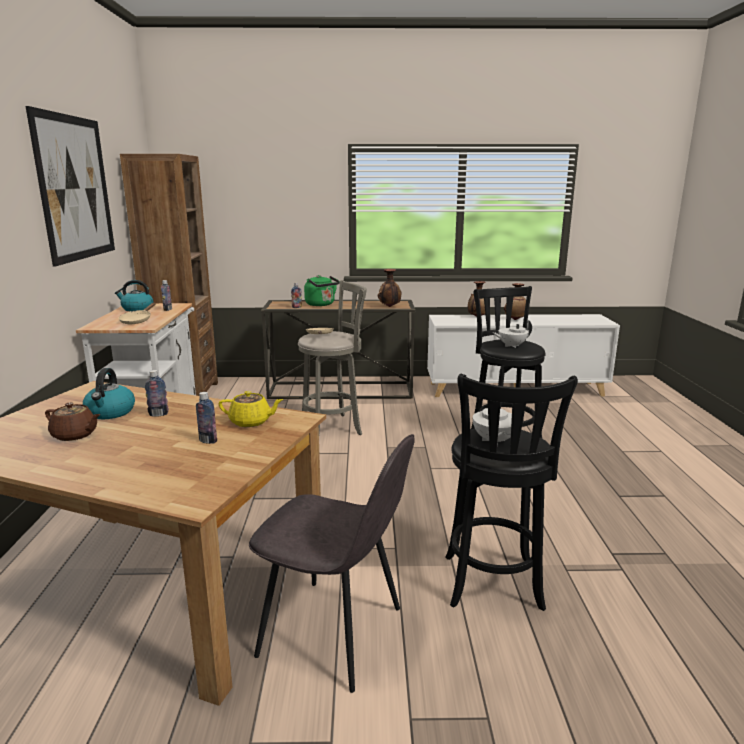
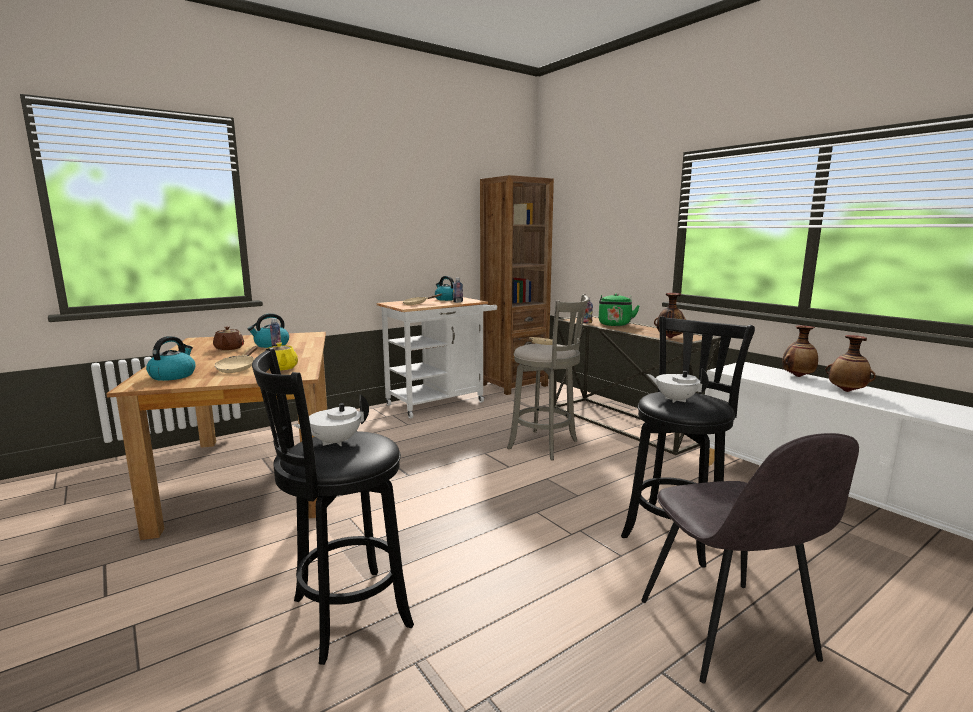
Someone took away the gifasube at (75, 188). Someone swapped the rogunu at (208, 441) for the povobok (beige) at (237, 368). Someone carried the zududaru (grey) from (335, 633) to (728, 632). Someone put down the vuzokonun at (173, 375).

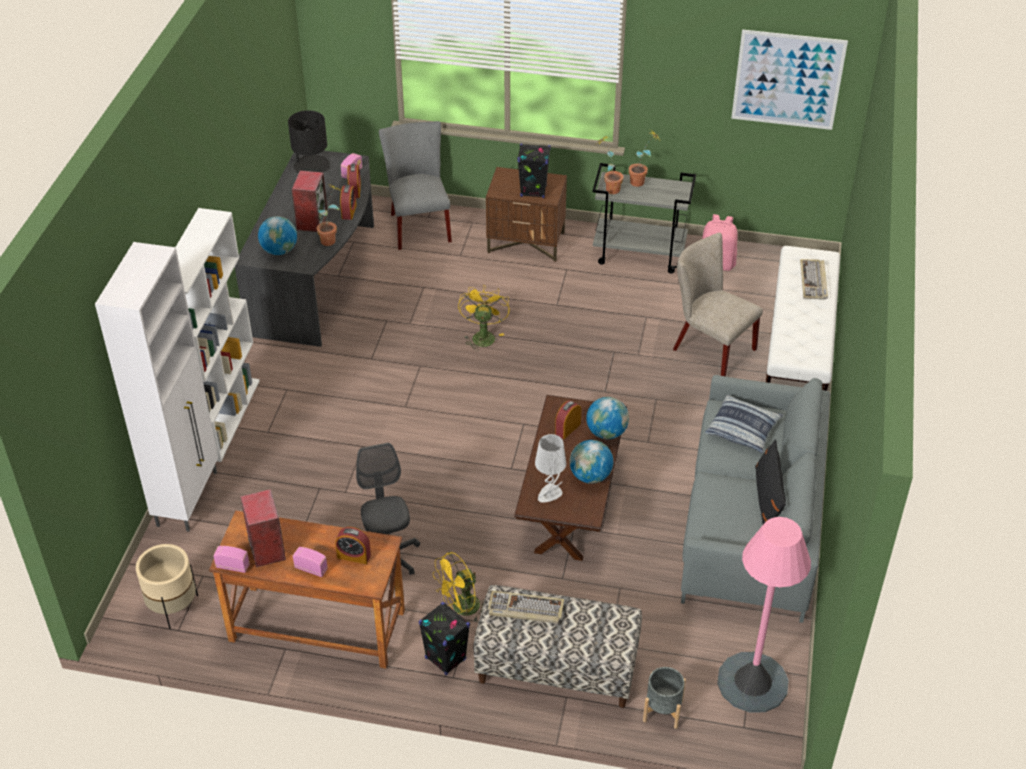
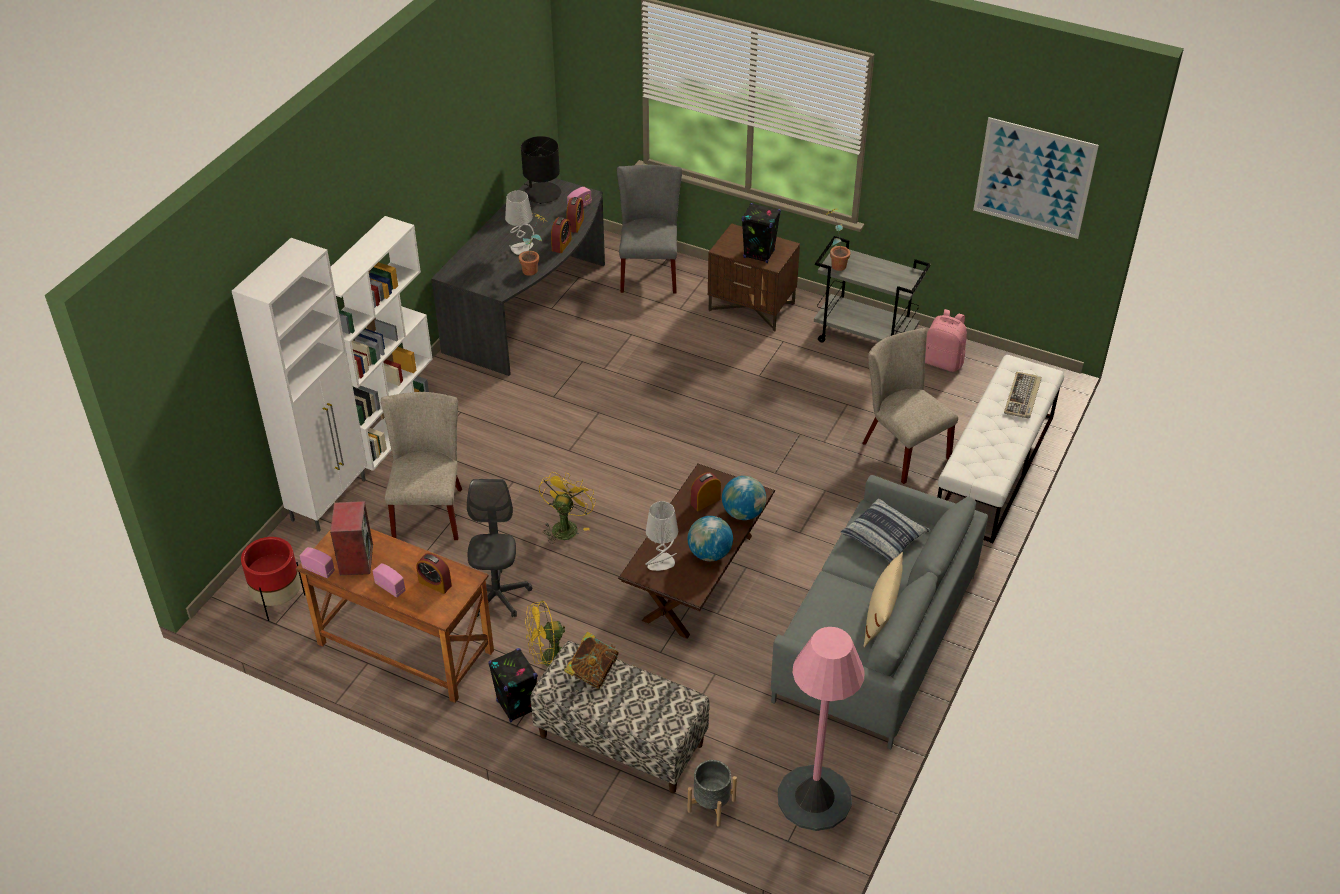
Someone took away the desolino at (641, 182). Someone swapped the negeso at (312, 221) for the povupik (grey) at (522, 248). Someone took away the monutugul at (279, 250). Someone carried the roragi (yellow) from (483, 335) to (566, 526). Someone repainted the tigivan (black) at (767, 499), which became the tigivan (beige) at (881, 613). Someone repainted the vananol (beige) at (173, 607), which became the vananol (red) at (278, 601). Someone swapped the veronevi at (525, 609) for the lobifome at (592, 672). Someone put down the zududaru (beige) at (429, 509).

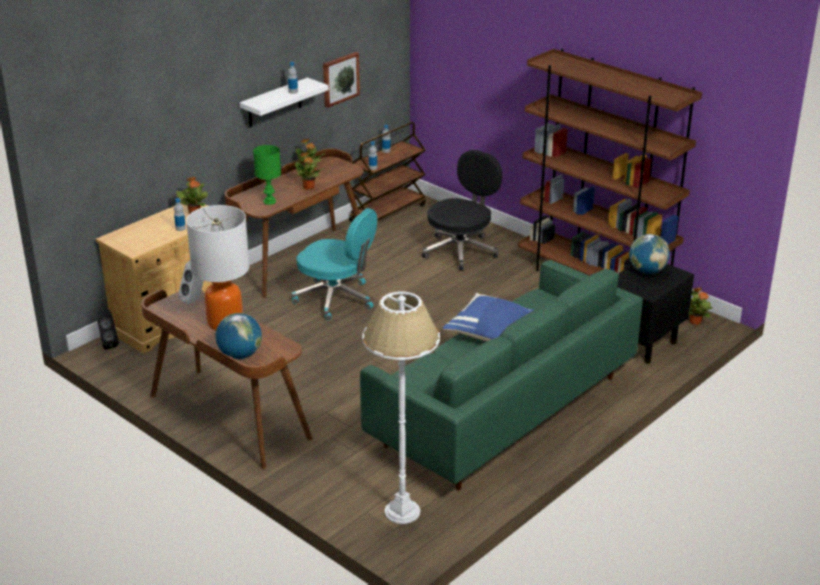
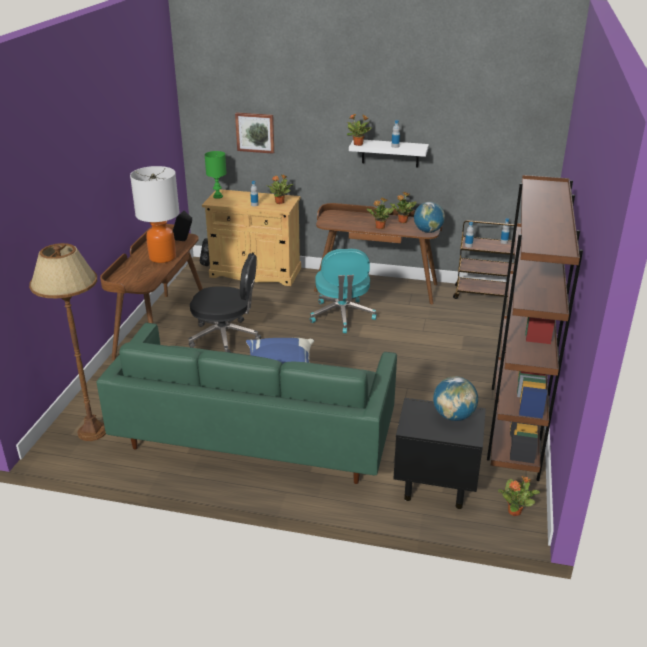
Someone carried the gifasube from (340, 79) to (255, 132). Someone carried the povupik (green) from (269, 201) to (218, 196). Someone carried the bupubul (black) from (461, 251) to (226, 337). Someone repainted the negeso (white) at (195, 300), which became the negeso (black) at (183, 241). Someone repainted the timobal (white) at (401, 512), which became the timobal (brown) at (92, 431). Someone carried the monutugul from (240, 355) to (428, 231). Someone put down the desolino at (358, 144).

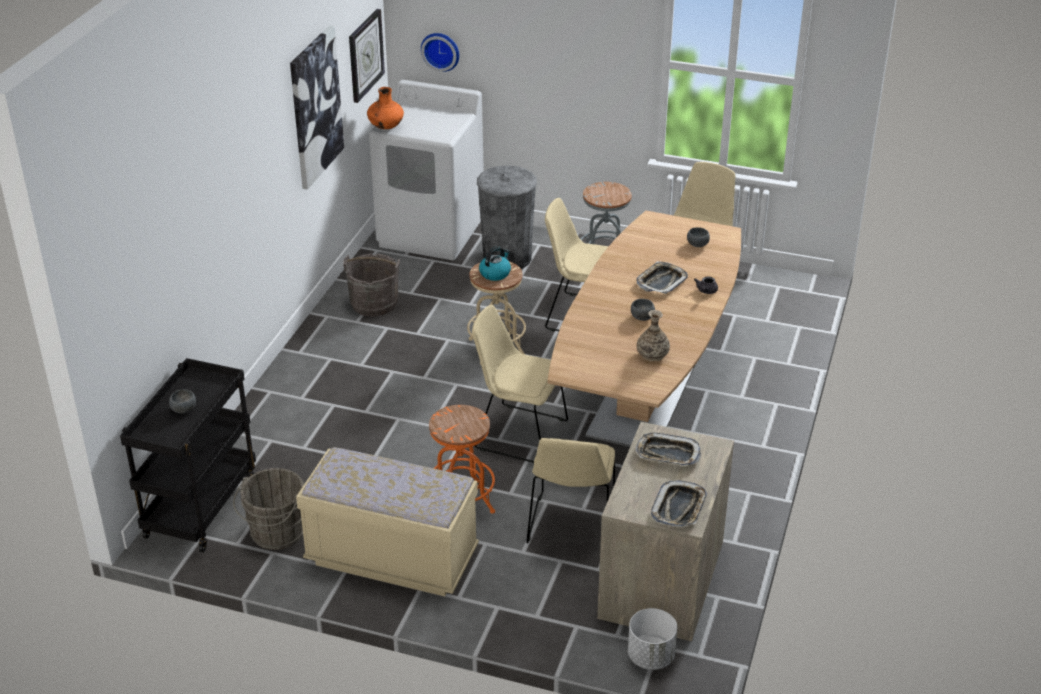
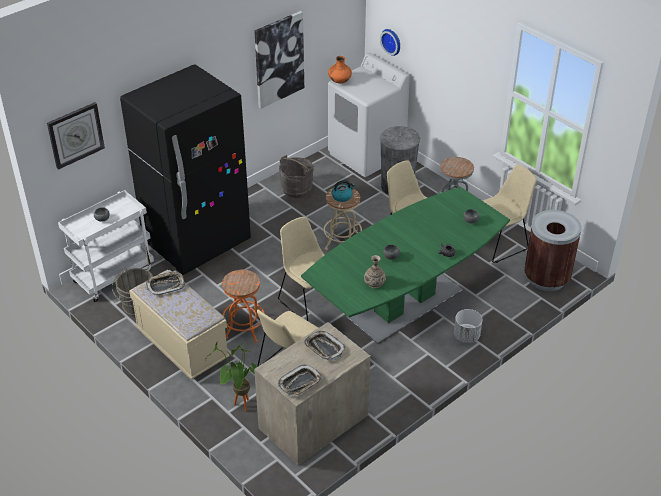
Someone carried the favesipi from (365, 55) to (75, 135). Someone repainted the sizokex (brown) at (645, 393), which became the sizokex (green) at (404, 304). Someone carried the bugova from (661, 281) to (165, 285). Someone repainted the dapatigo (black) at (200, 506), which became the dapatigo (white) at (113, 275). Someone carried the vananol (white) from (651, 656) to (466, 336). Someone put down the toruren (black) at (197, 242). Someone put down the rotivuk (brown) at (546, 278). Someone put down the desolino at (239, 407).

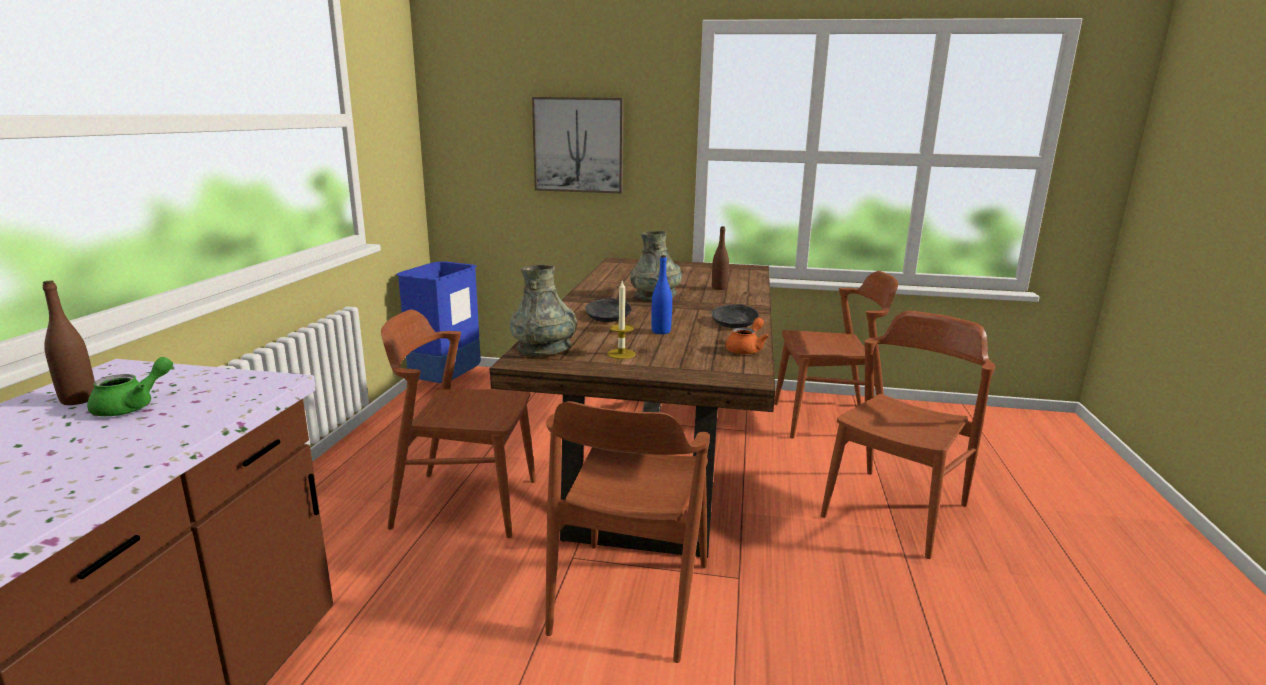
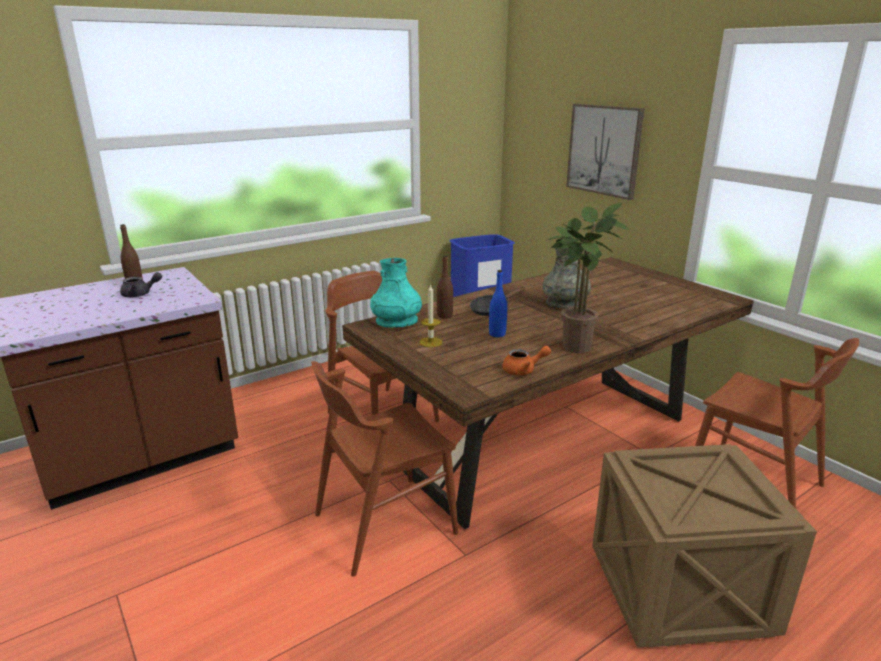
Someone carried the rogunu (brown) from (719, 288) to (444, 316). Someone repainted the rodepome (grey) at (544, 348), which became the rodepome (turquoise) at (397, 322). Someone swapped the povobok (black) at (735, 321) for the desolino at (575, 344). Someone swapped the zududaru (brown) at (895, 510) for the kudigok at (682, 589). Someone repainted the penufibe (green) at (133, 406), which became the penufibe (grey) at (140, 294).

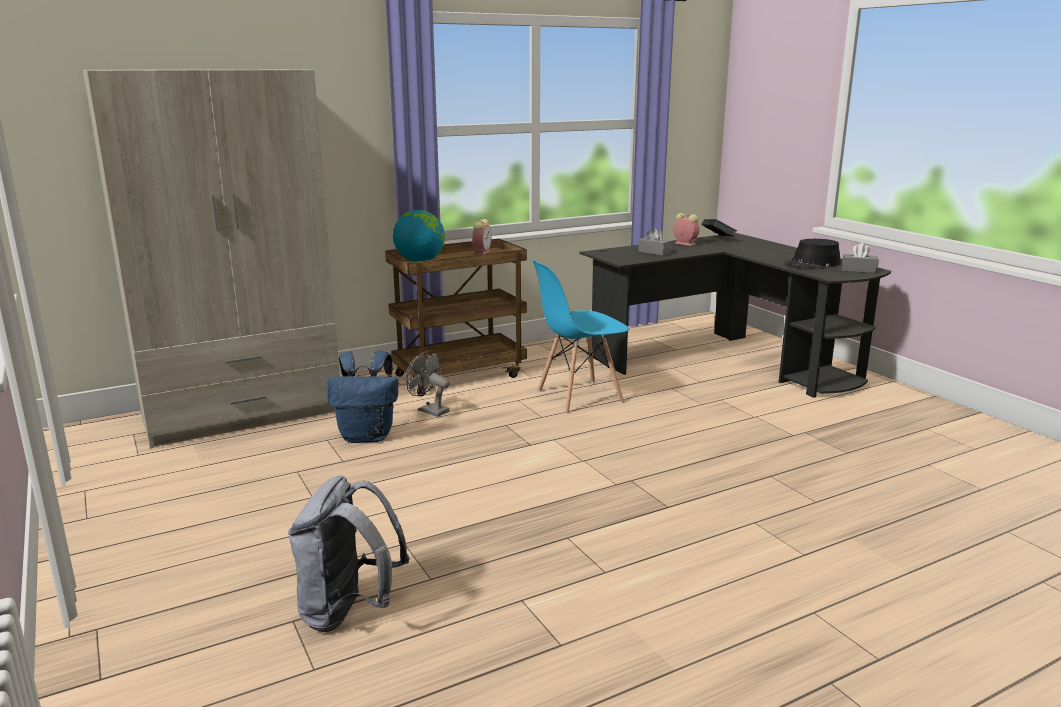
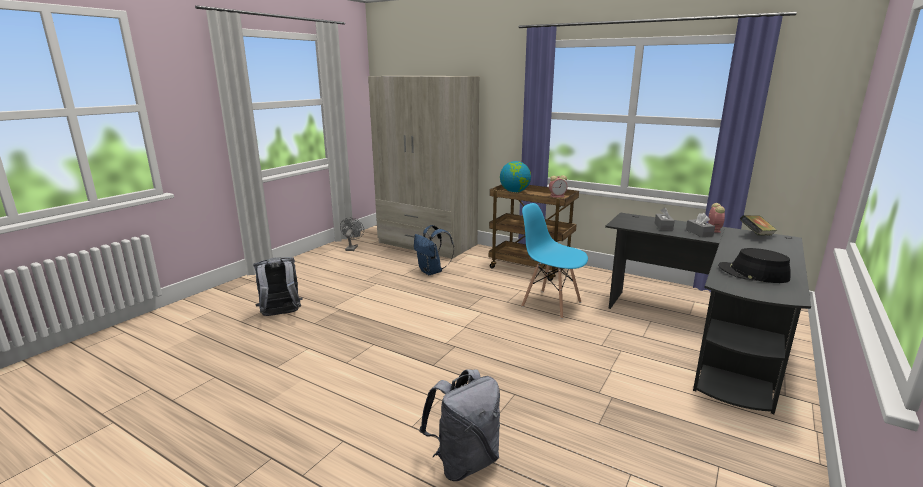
Someone carried the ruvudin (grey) from (859, 270) to (699, 233). Someone carried the roragi (grey) from (429, 410) to (352, 248). Someone put down the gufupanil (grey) at (464, 462).

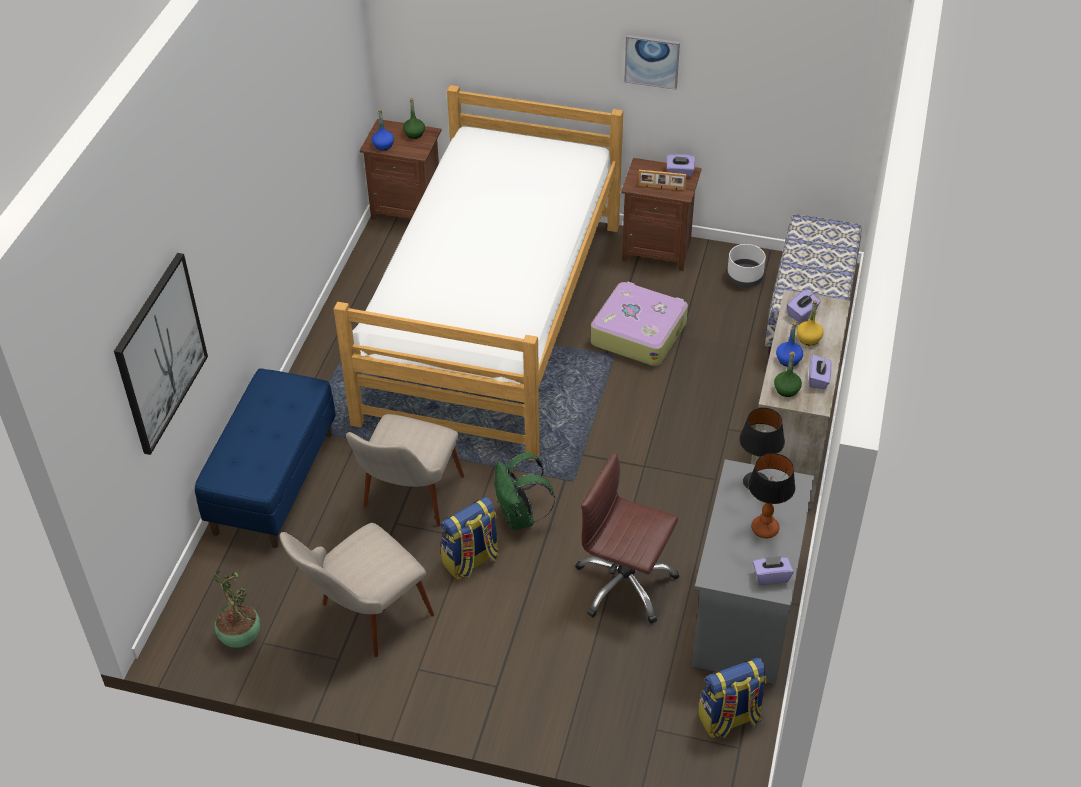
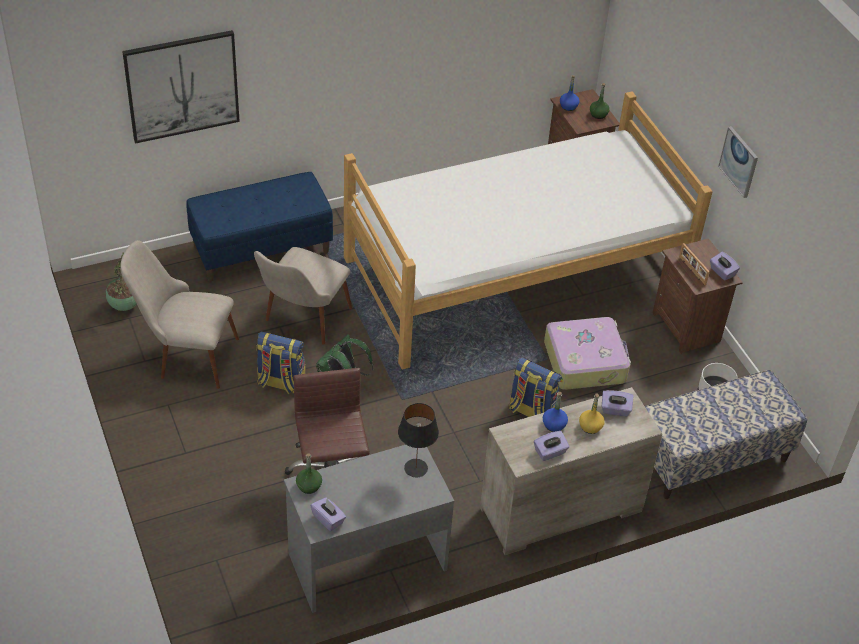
Someone carried the rogunu (green) from (786, 390) to (309, 486). Someone rotated the zududaru (beige) at (407, 504) by 45 degrees counterclockwise. Someone took away the povupik at (765, 529). Someone carried the gufupanil from (729, 719) to (531, 411).

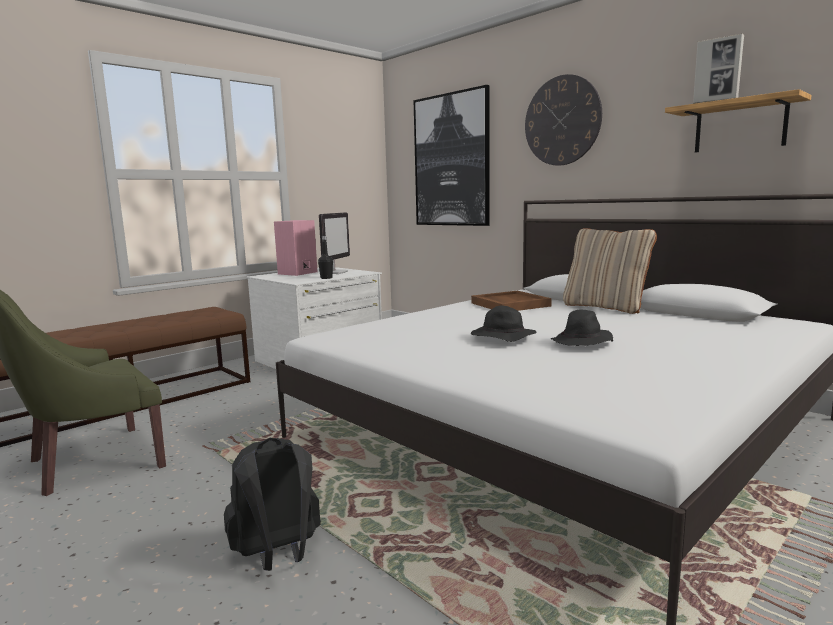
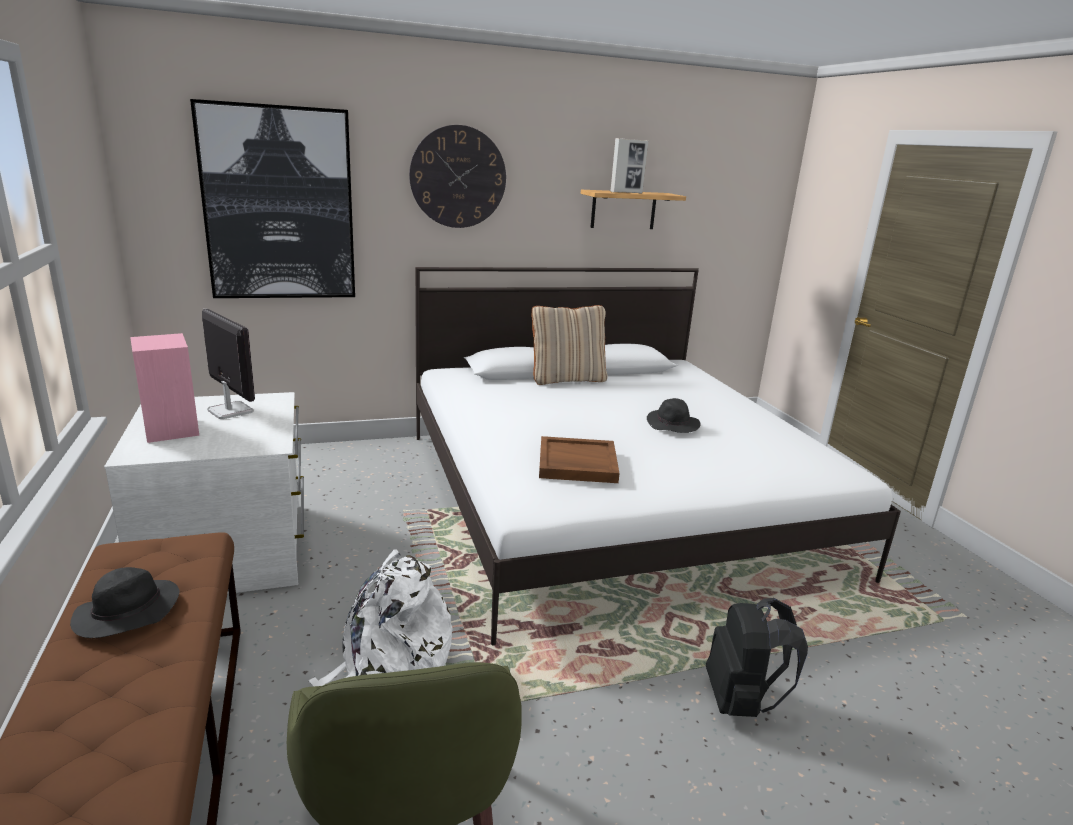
Someone took away the rogunu (black) at (326, 278). Someone carried the bugova (brown) from (509, 304) to (576, 463). Someone carried the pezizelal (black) from (502, 337) to (126, 614). Someone put down the gufupanil (white) at (389, 668).

